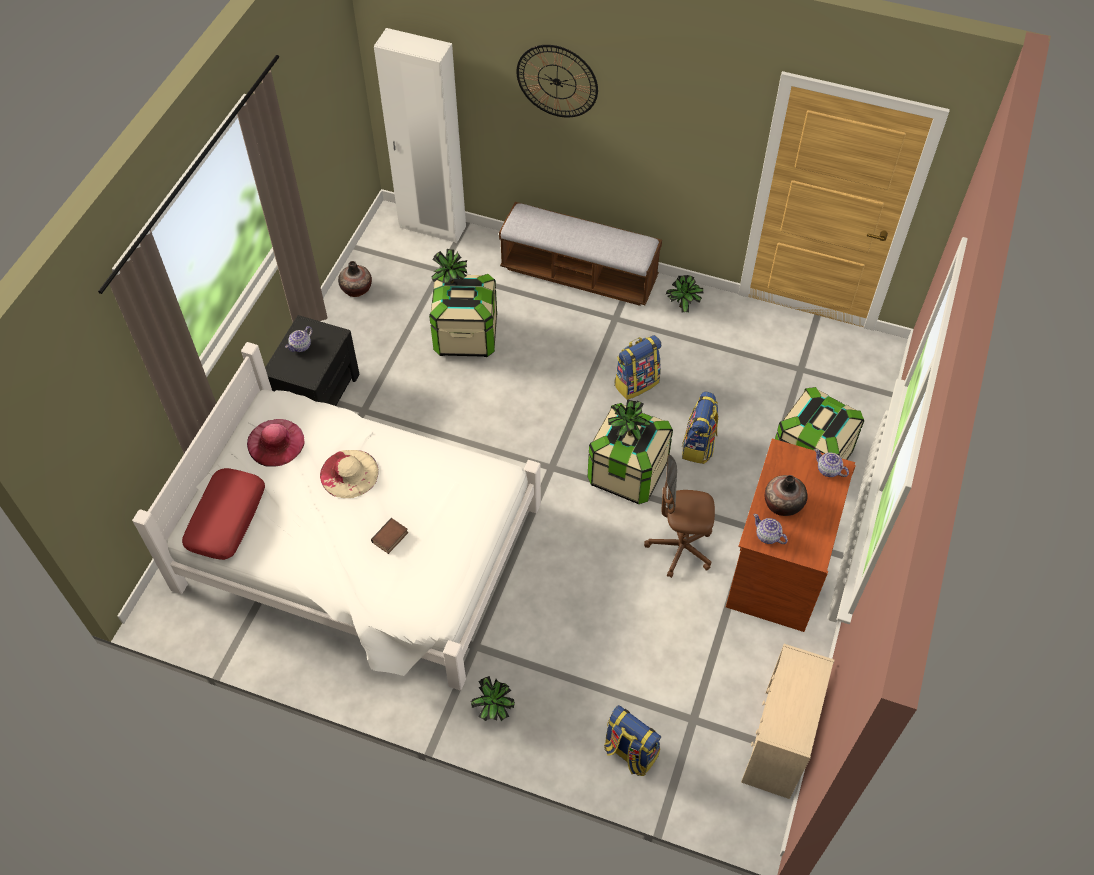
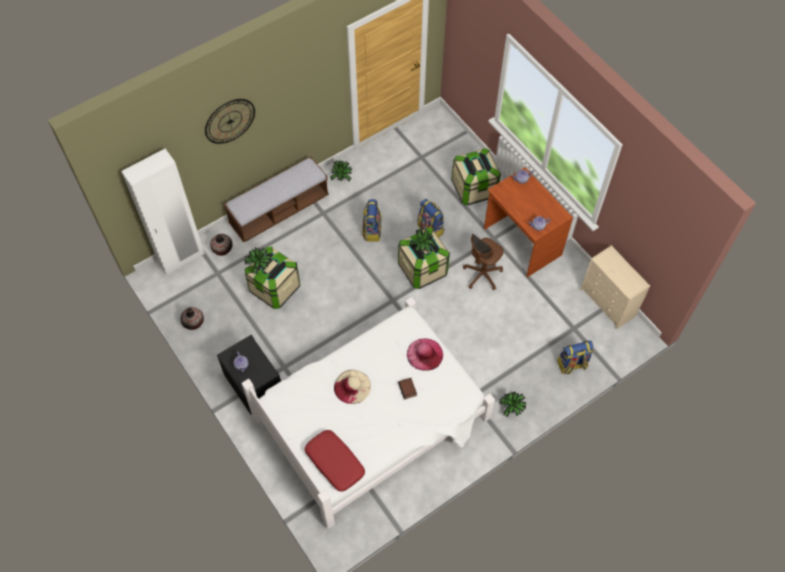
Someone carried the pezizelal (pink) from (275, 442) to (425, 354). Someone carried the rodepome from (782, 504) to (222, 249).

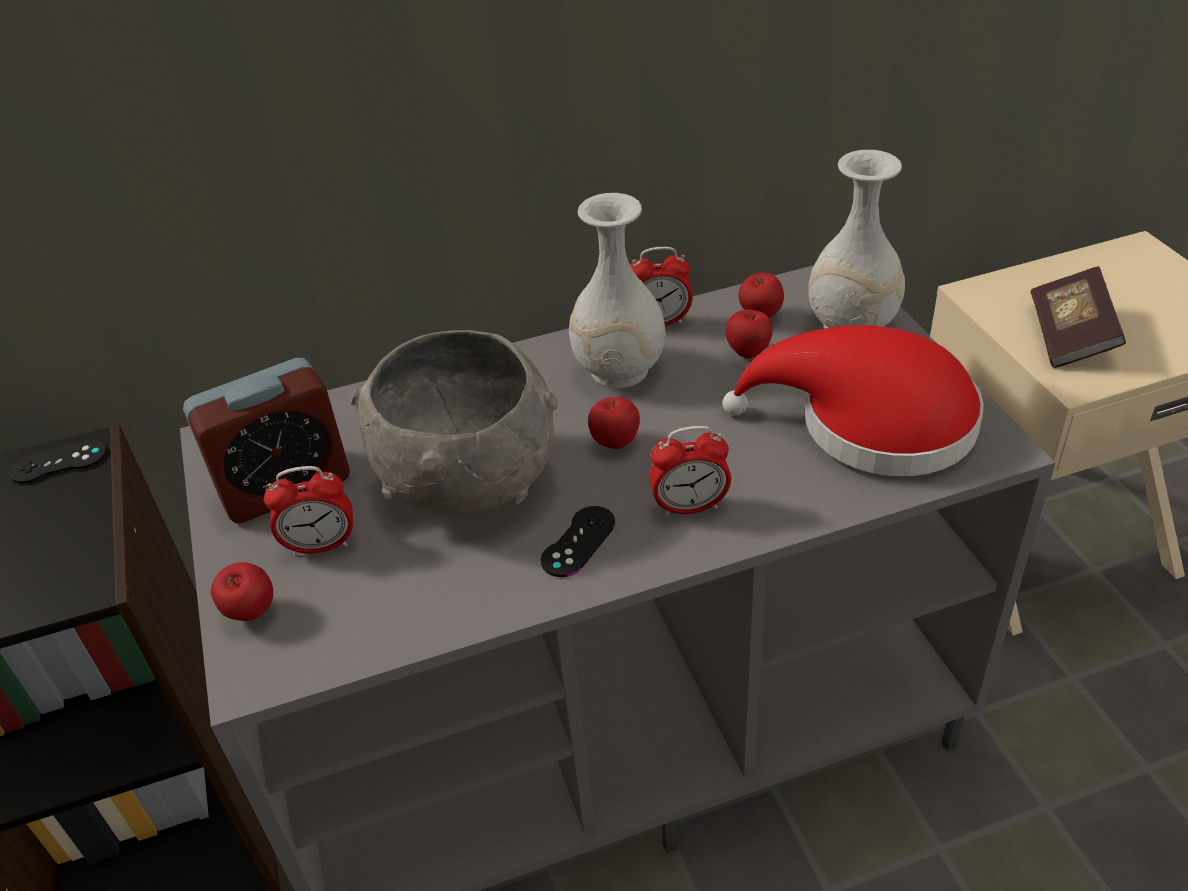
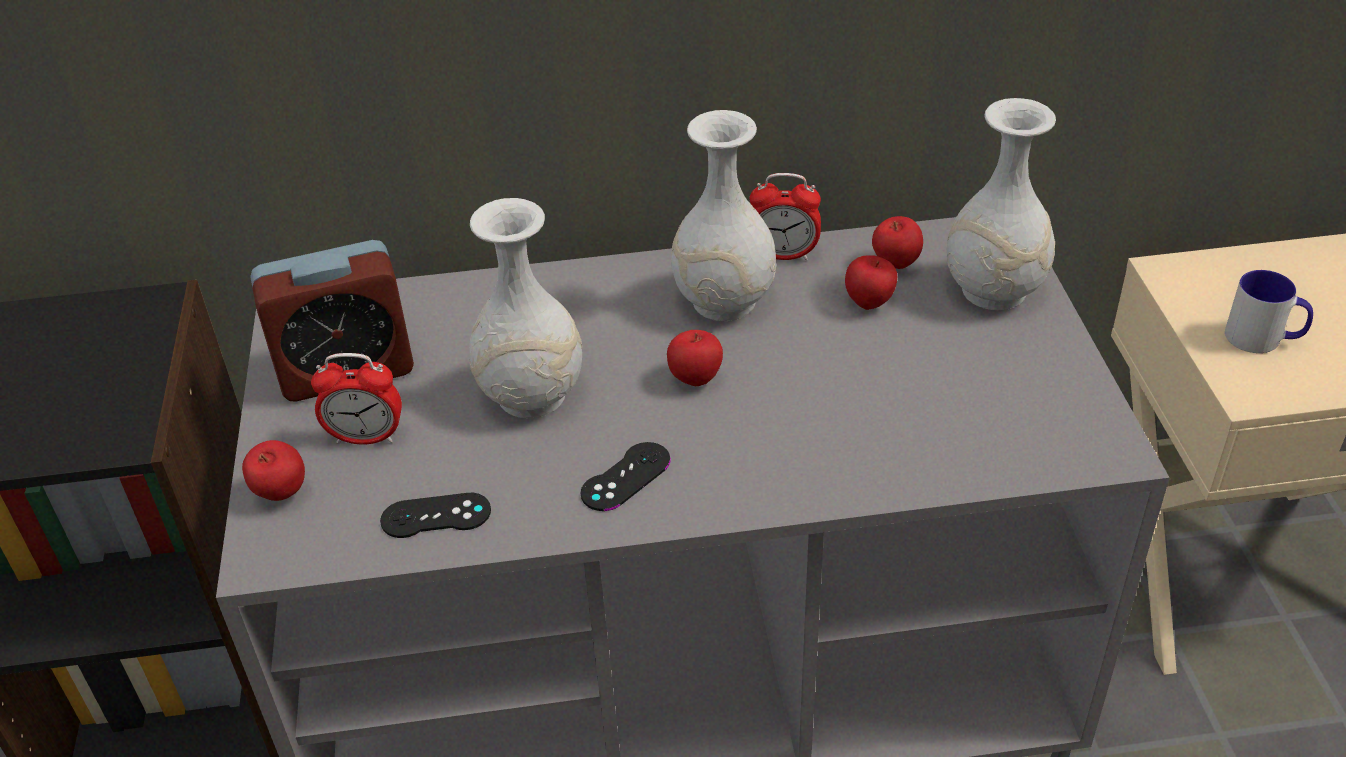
Someone swapped the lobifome at (1070, 336) for the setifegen at (1263, 339). Someone took away the pezizelal (red) at (871, 423). Someone swapped the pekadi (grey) at (468, 482) for the rodepome (white) at (531, 396). Someone took away the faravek at (690, 506). Someone carried the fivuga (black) from (59, 462) to (436, 516).

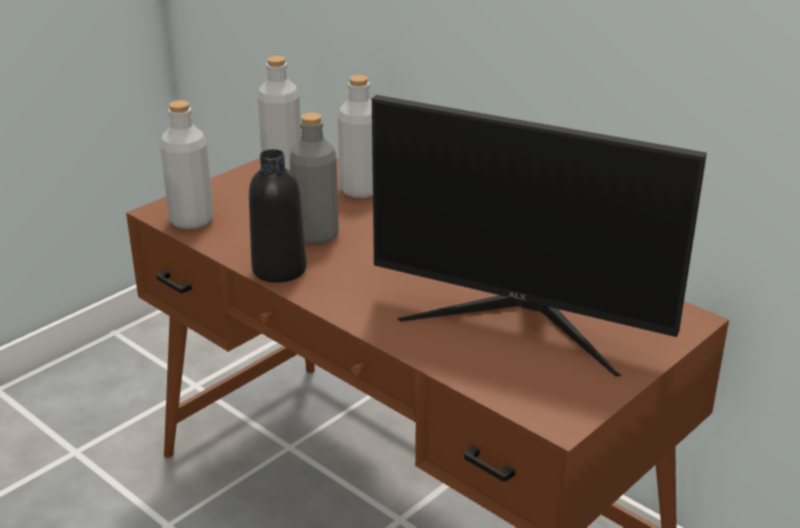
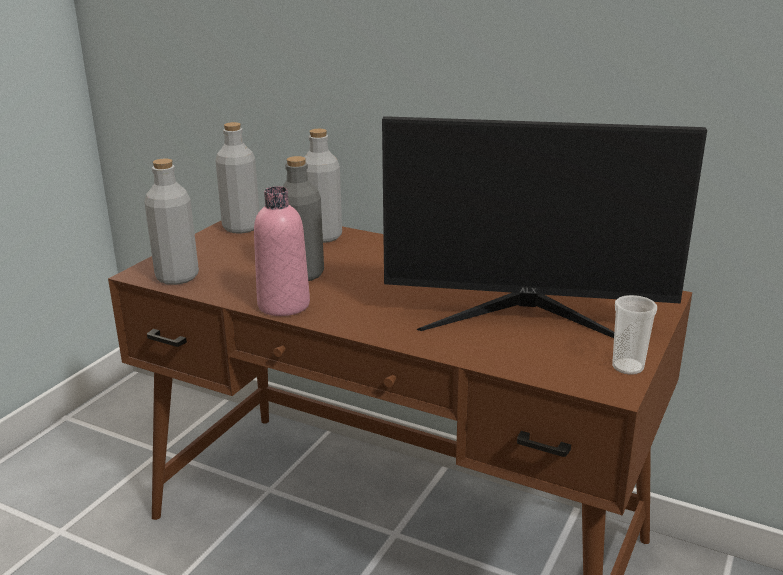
Someone repainted the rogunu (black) at (279, 269), which became the rogunu (pink) at (284, 305). Someone put down the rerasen at (627, 367).

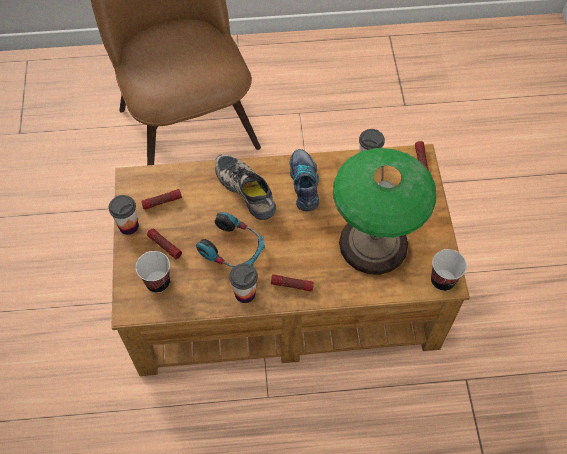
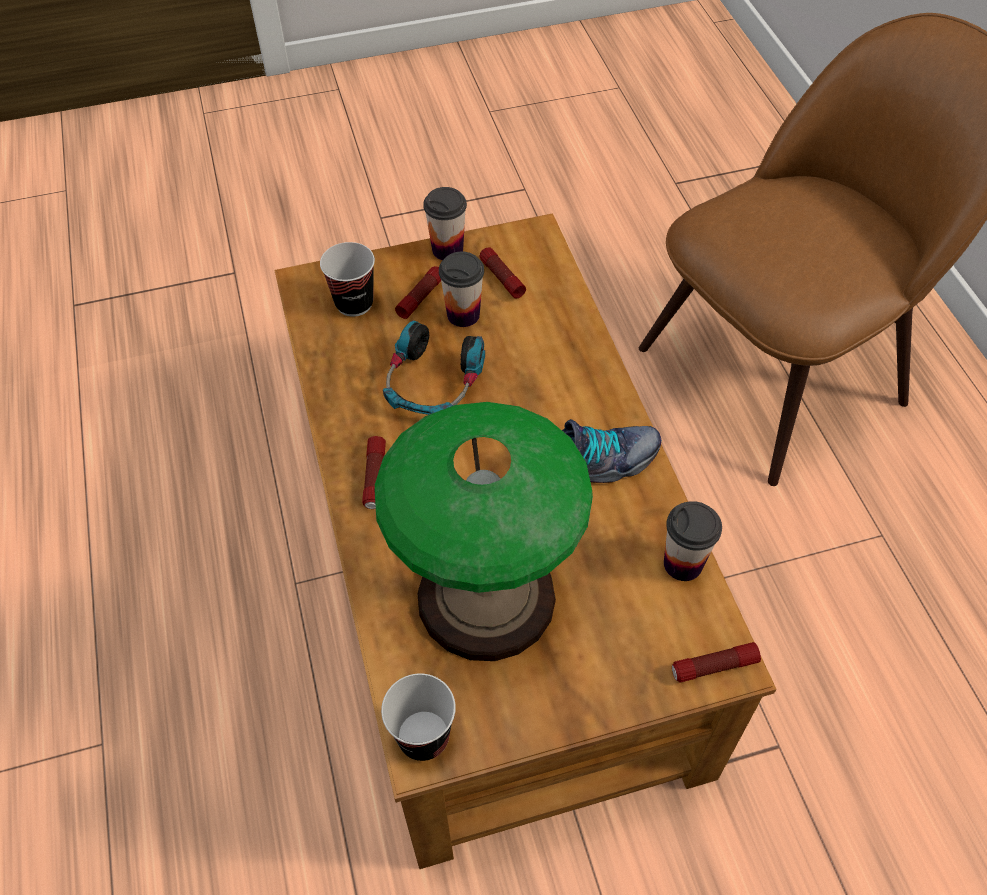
Someone took away the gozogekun at (247, 189). Someone carried the rerasen from (245, 293) to (463, 315).

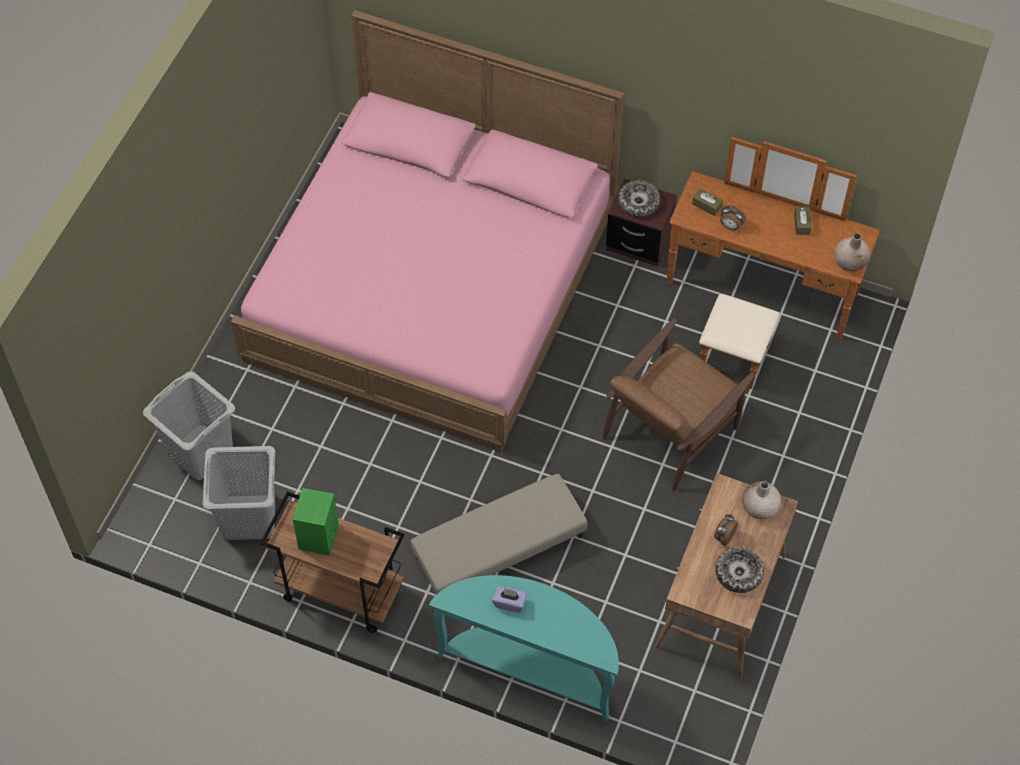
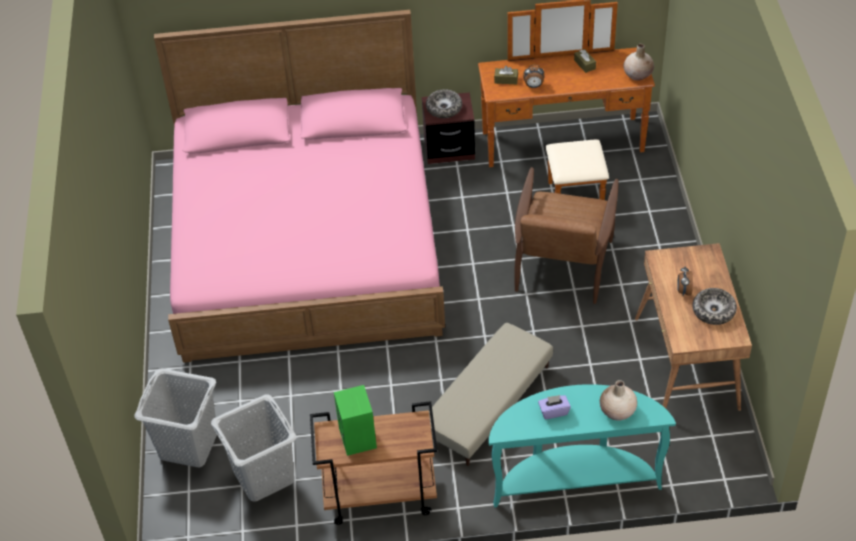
Someone carried the rodepome (beige) from (759, 507) to (617, 411).

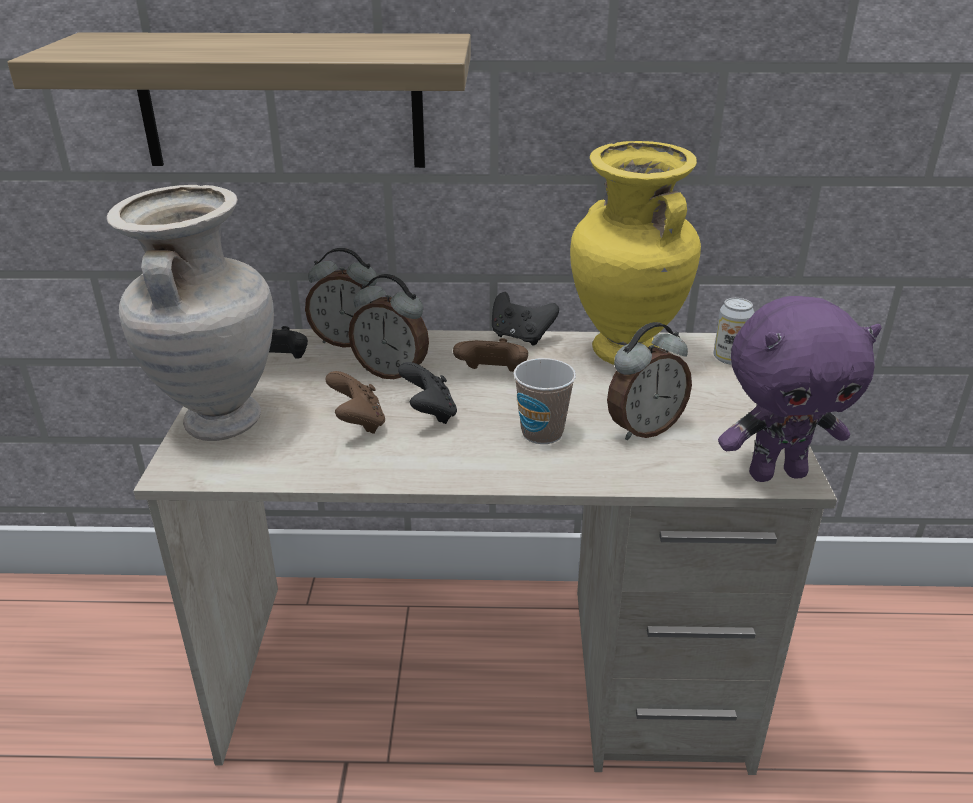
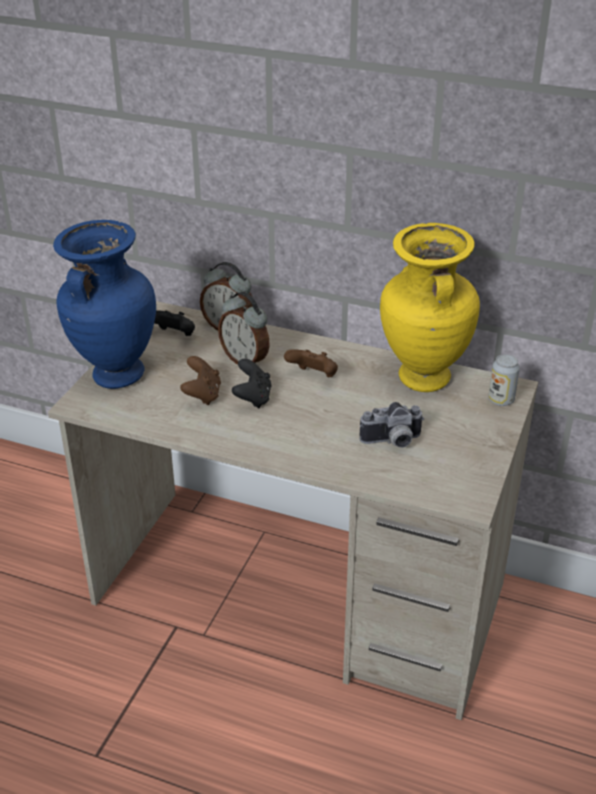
Someone took away the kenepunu at (281, 101). Someone repainted the rodepome (beige) at (219, 422), which became the rodepome (blue) at (116, 375). Someone took away the fivuga (black) at (521, 337). Someone took away the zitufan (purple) at (776, 473). Someone swapped the faravek at (643, 428) for the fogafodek at (392, 442). Someone took away the rerasen at (542, 433).

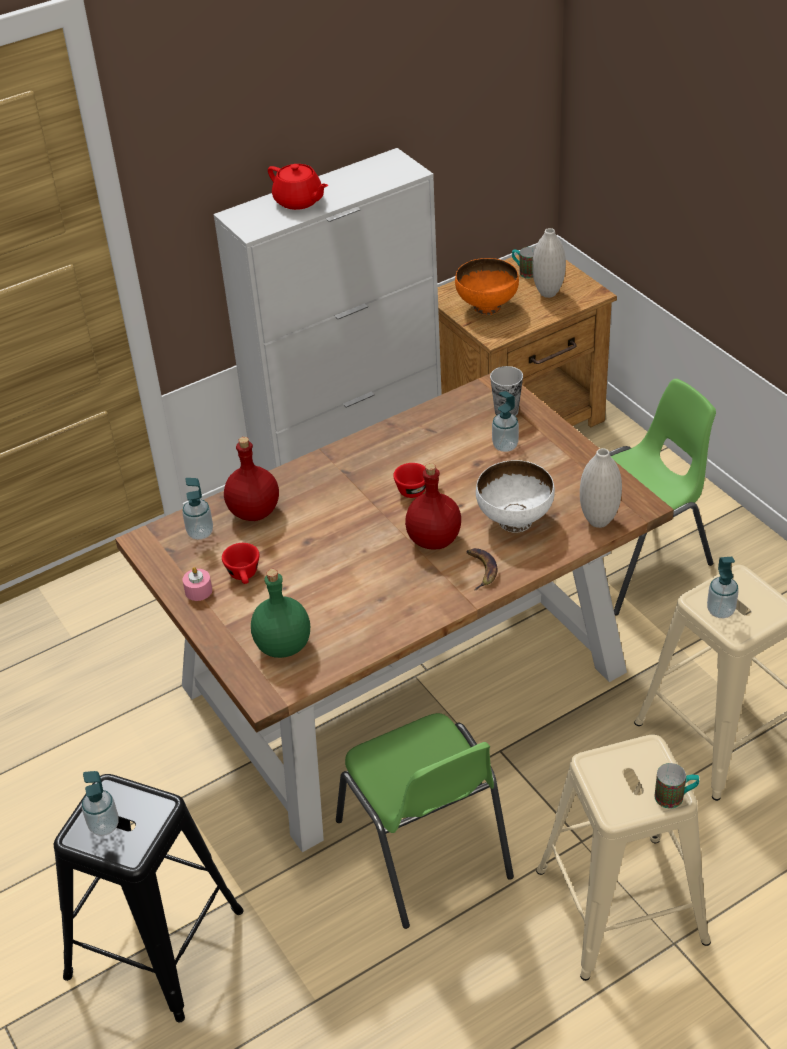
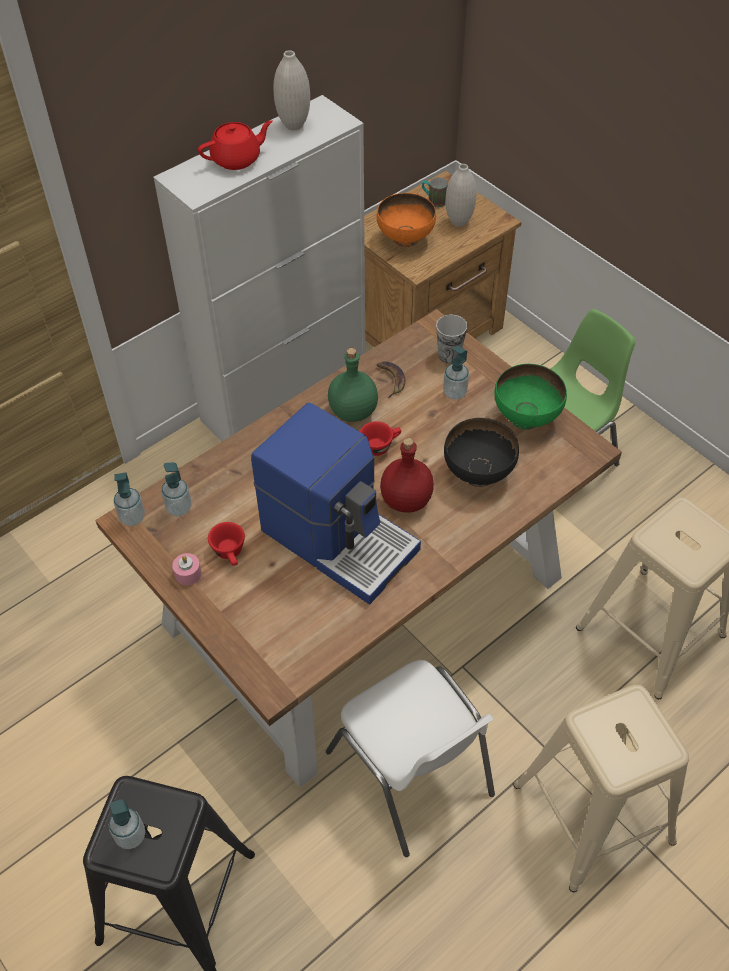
Someone rotated the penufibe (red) at (299, 201) by 60 degrees counterclockwise. Someone took away the rogunu (red) at (255, 512). Someone carried the rodepome (white) from (598, 521) to (294, 125). Someone repainted the pekadi (white) at (515, 520), which became the pekadi (black) at (478, 473). Someone carried the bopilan from (481, 570) to (390, 379). Someone carried the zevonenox from (720, 611) to (132, 517). Someone carried the rogunu (green) from (282, 646) to (352, 411). Someone repainted the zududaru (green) at (425, 851), which became the zududaru (white) at (411, 775). Someone took away the setifegen at (675, 797). Someone put down the pekadi (green) at (526, 418). Someone put down the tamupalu at (339, 537).

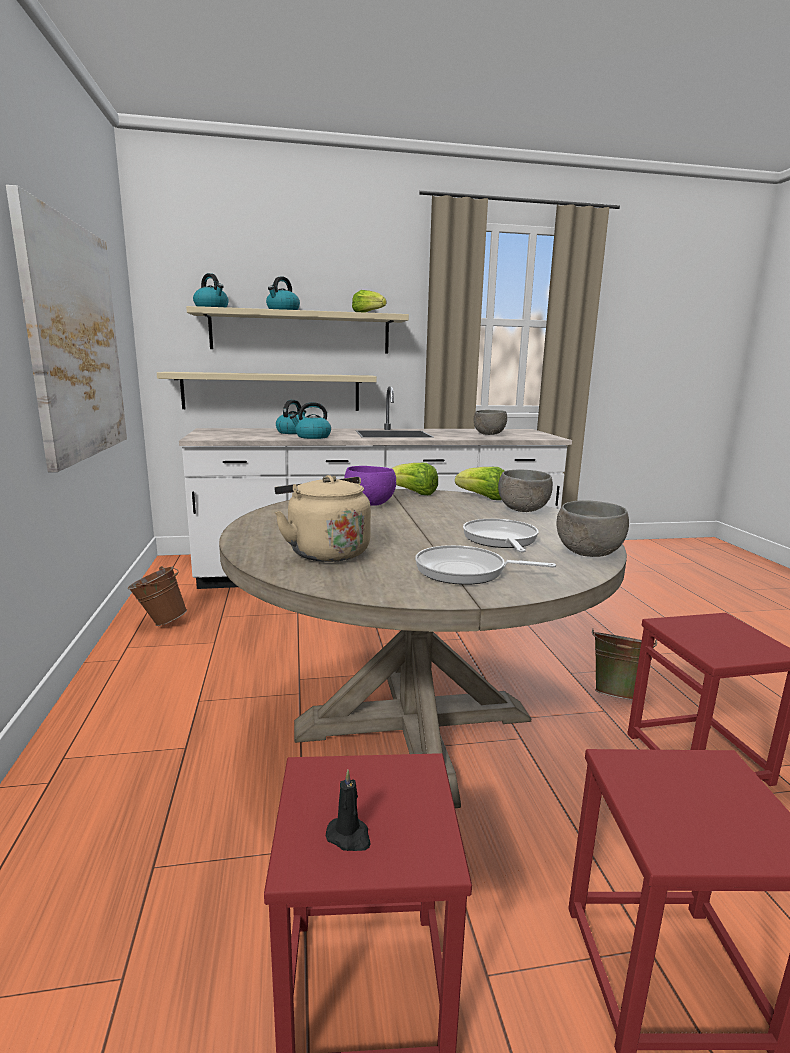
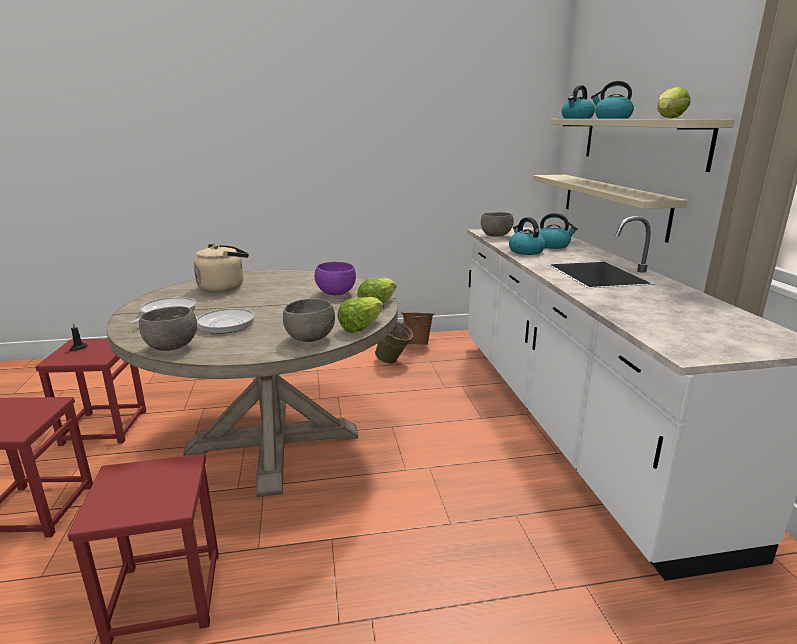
Someone took away the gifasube at (76, 341). Someone carried the pekadi (grey) from (488, 434) to (496, 236). Someone carried the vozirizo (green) from (616, 693) to (394, 362).

